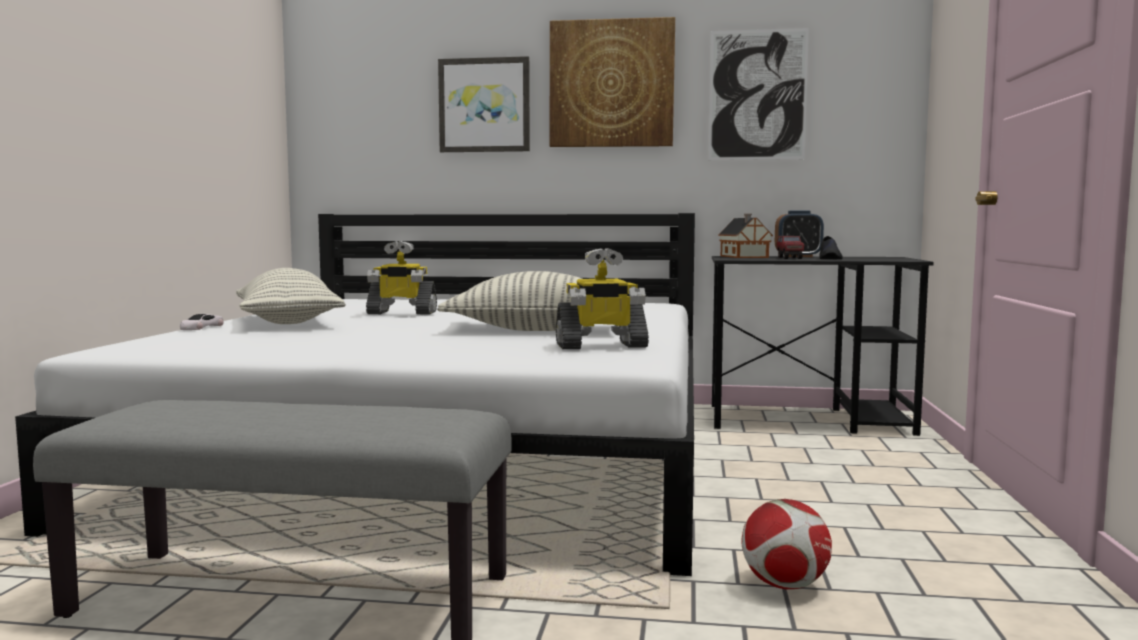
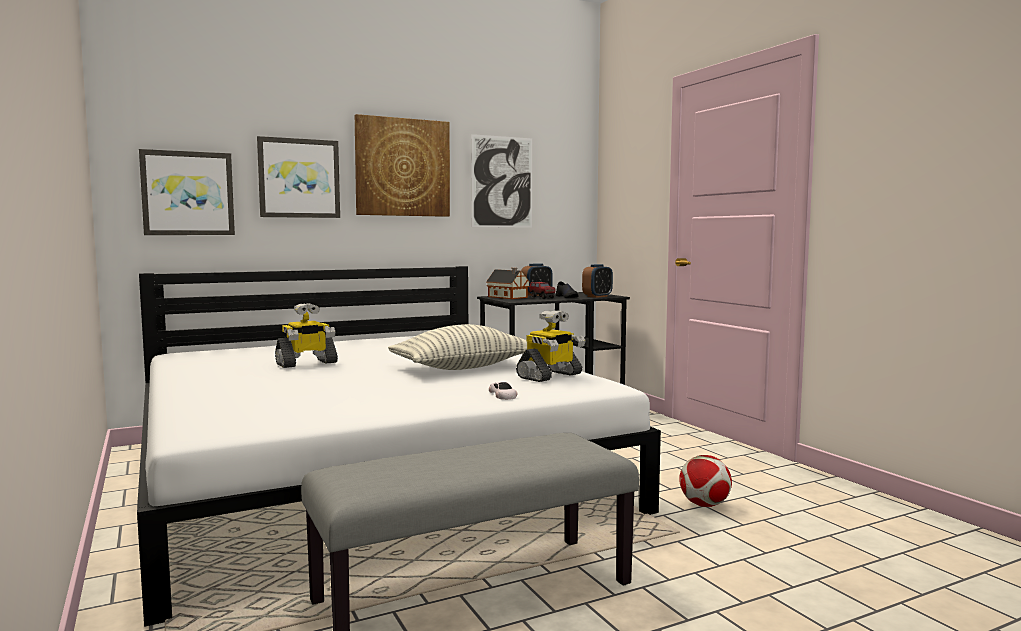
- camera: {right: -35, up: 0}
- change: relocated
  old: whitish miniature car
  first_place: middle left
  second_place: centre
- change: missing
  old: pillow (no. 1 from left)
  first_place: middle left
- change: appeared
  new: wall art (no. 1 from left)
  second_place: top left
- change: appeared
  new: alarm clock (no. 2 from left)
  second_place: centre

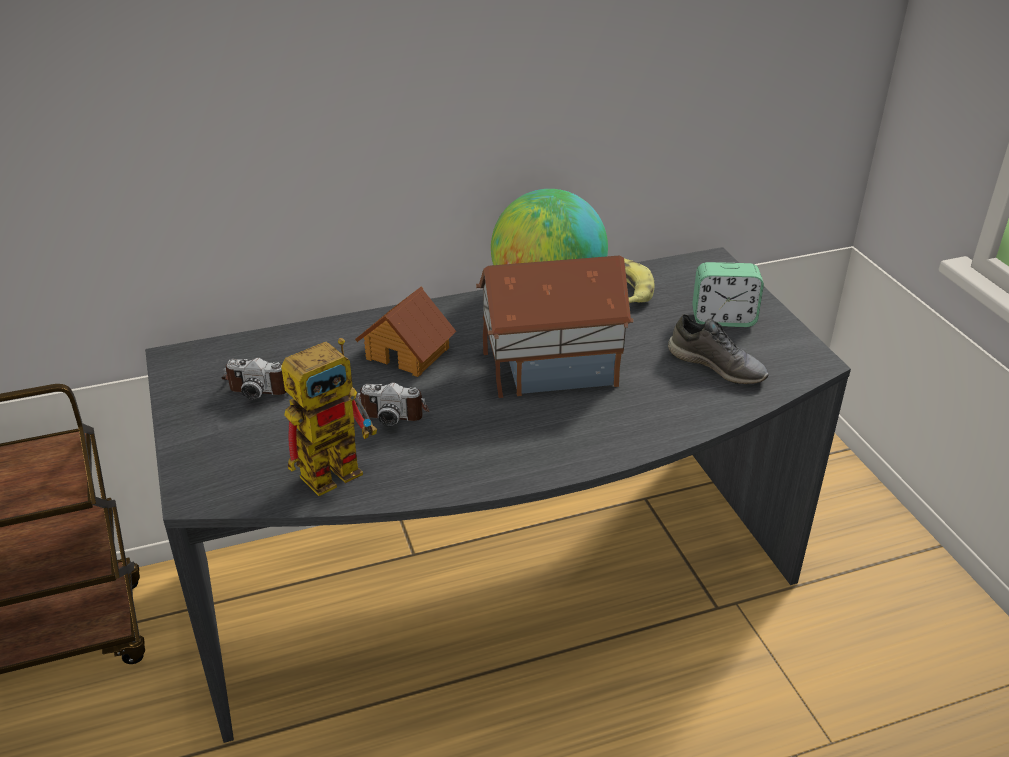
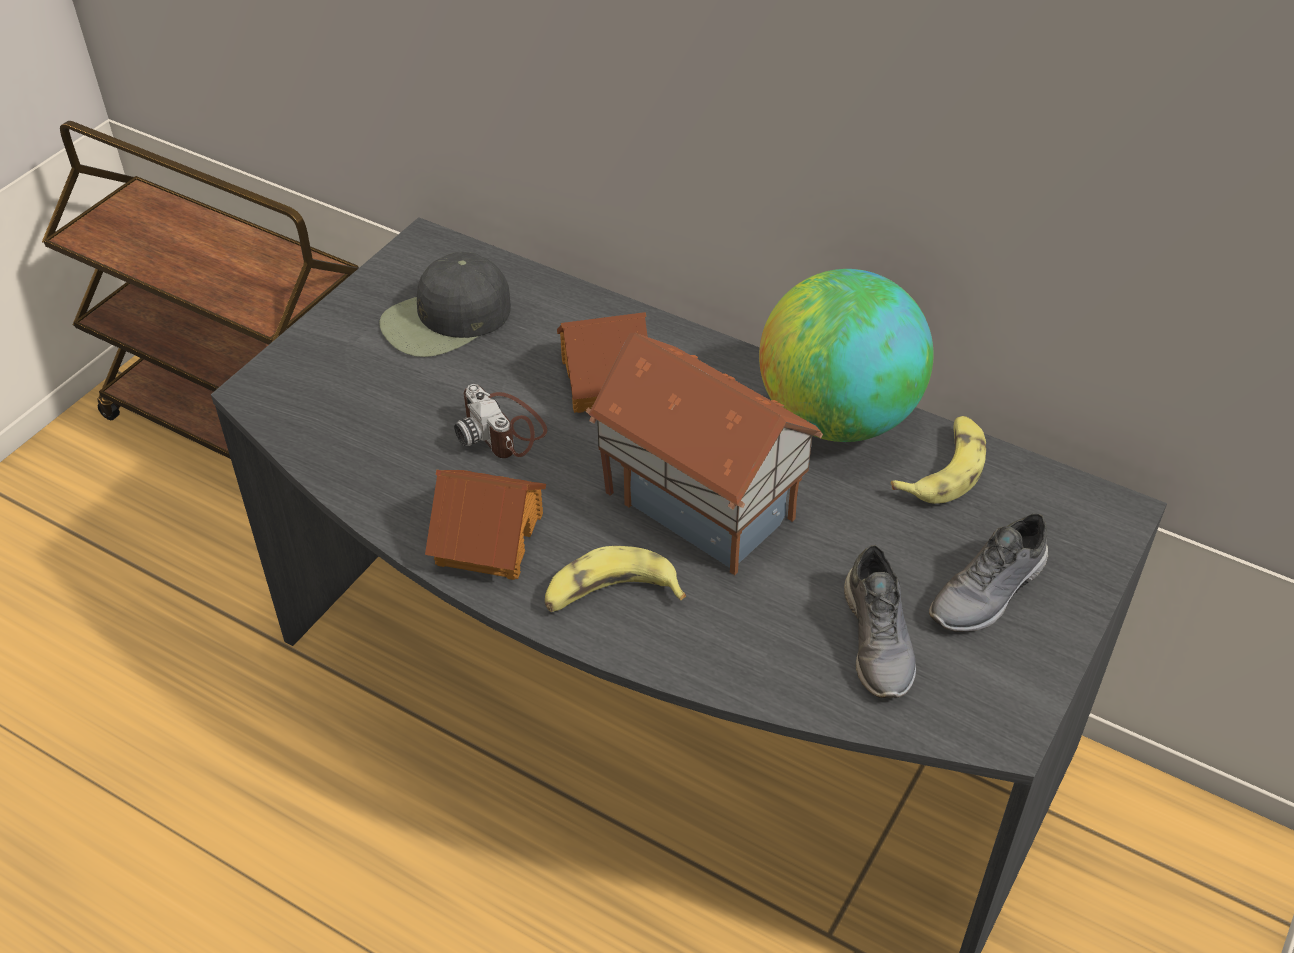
- camera: {right: 50, up: 10}
- change: exchanged
  old: photo camera (no. 1 from left)
  new: blackish baseball cap
  first_place: middle left
  second_place: top centre
- change: missing
  old: toy robot
  first_place: middle left
- change: exchanged
  old: alarm clock
  new: greyish shoe (no. 2 from left)
  first_place: middle right
  second_place: middle right
- change: appeared
  new: toy house (no. 1 from left)
  second_place: centre
- change: appeared
  new: whole banana (no. 1 from left)
  second_place: centre

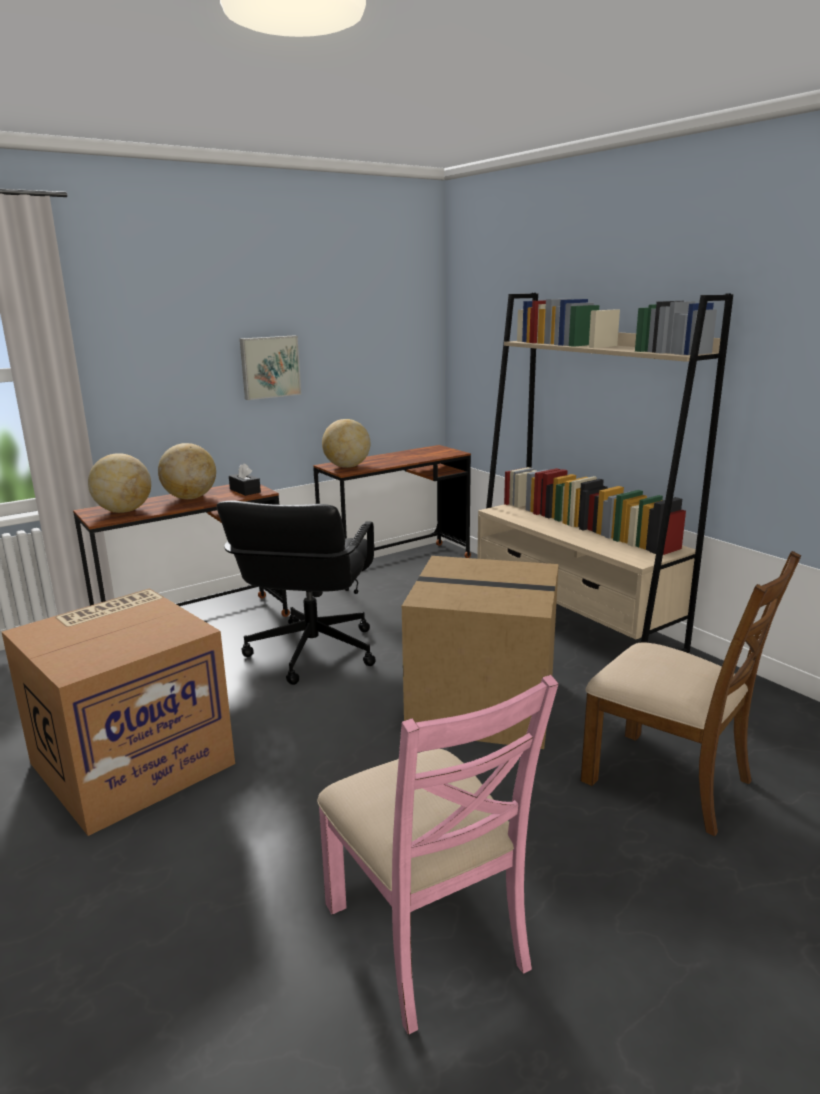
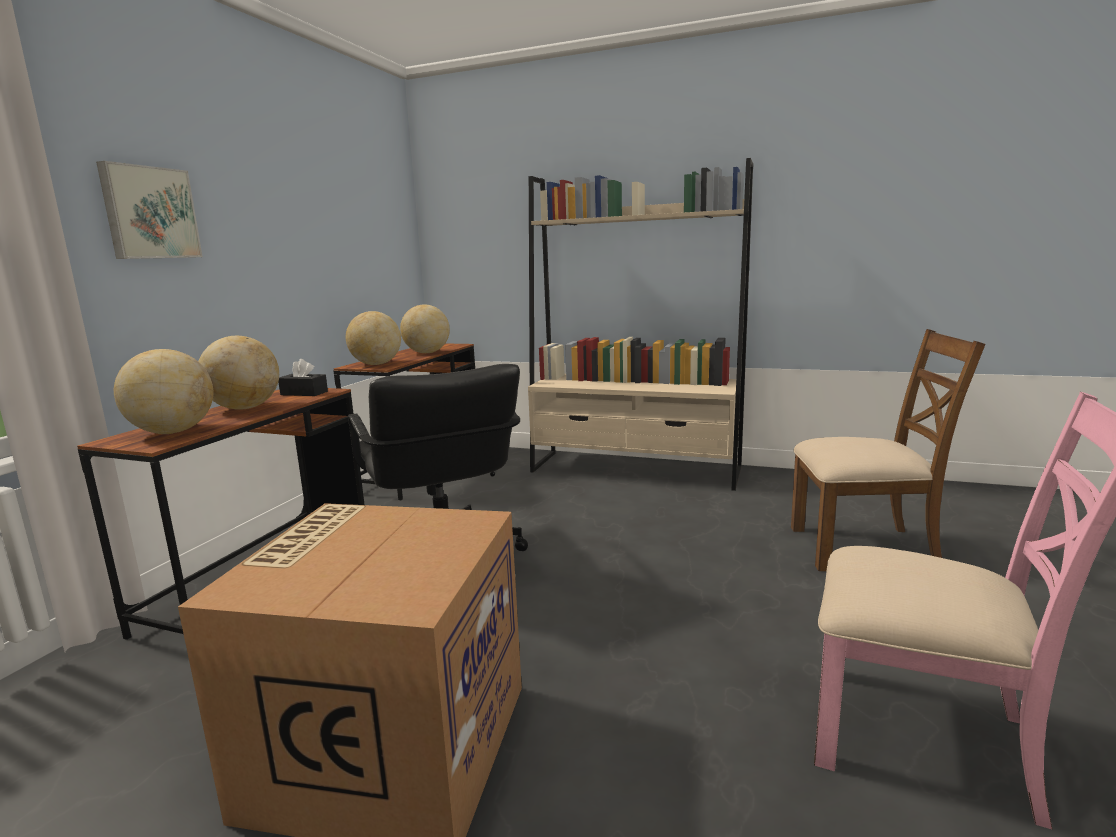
- camera: {right: -35, up: -5}
- change: relocated
  old: wall art
  first_place: middle left
  second_place: top left
- change: missing
  old: cardboard box (no. 2 from left)
  first_place: centre
- change: appeared
  new: world globe (no. 4 from left)
  second_place: centre

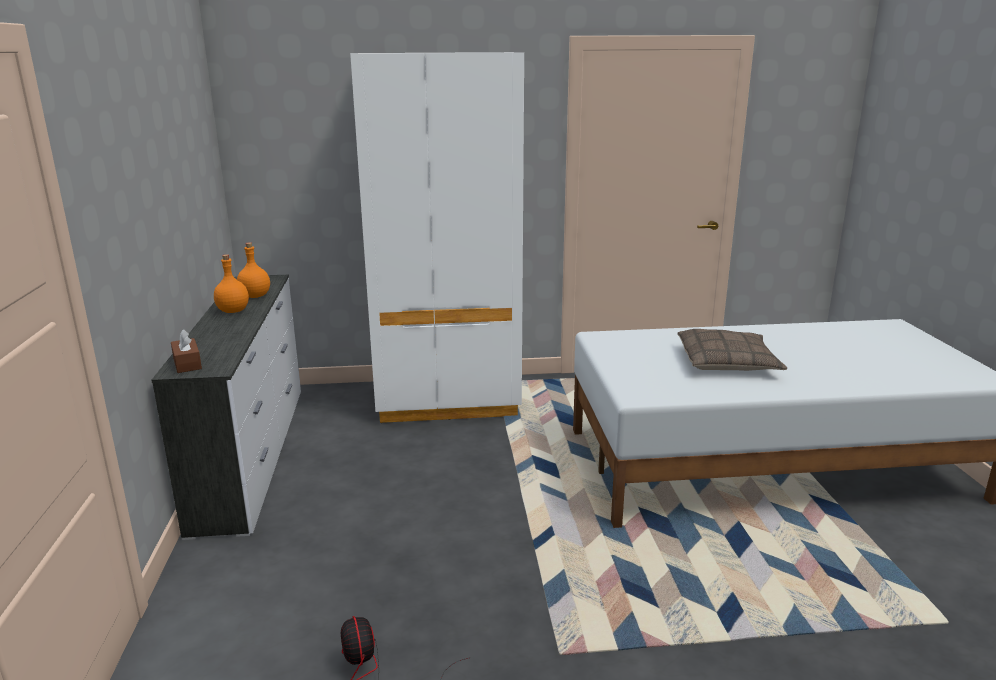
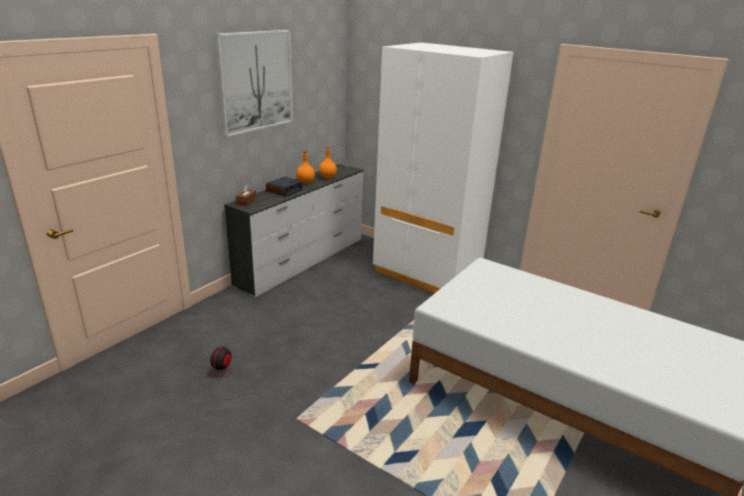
- camera: {right: 40, up: 5}
- change: missing
  old: pillow
  first_place: middle right
- change: appeared
  new: wall art
  second_place: top centre
- change: appeared
  new: alarm clock
  second_place: centre

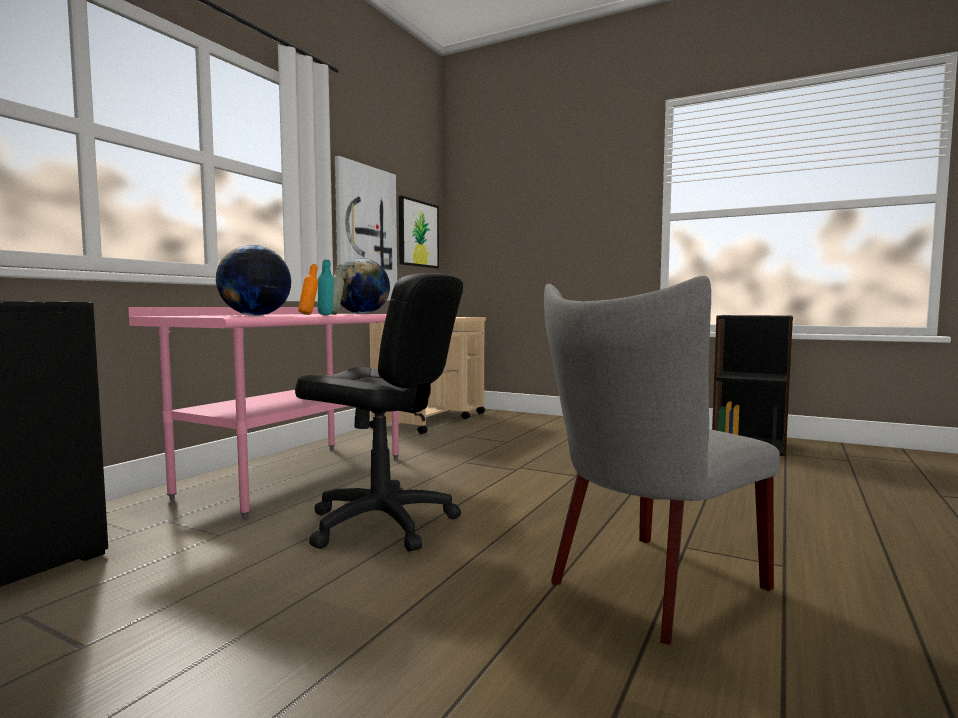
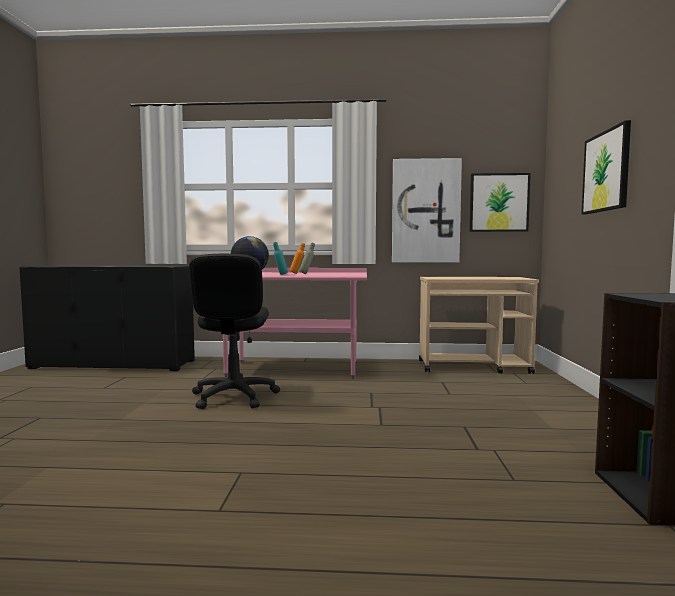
- camera: {right: 65, up: 0}
- change: missing
  old: world globe (no. 2 from left)
  first_place: centre
- change: missing
  old: greyish chair
  first_place: middle right
- change: appeared
  new: wall art (no. 3 from left)
  second_place: top right

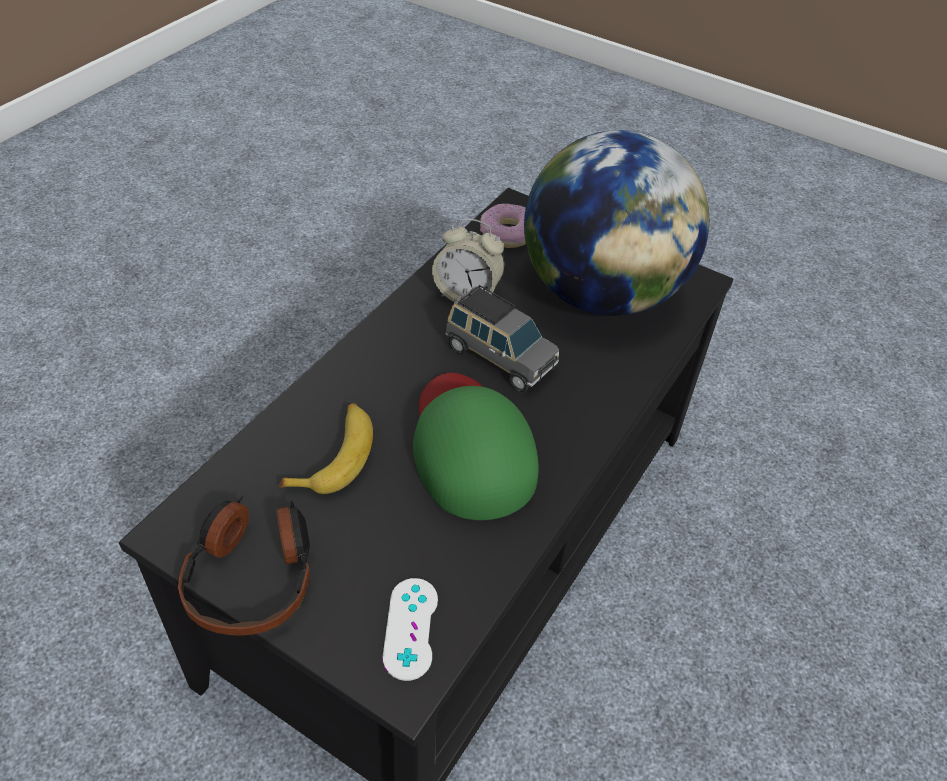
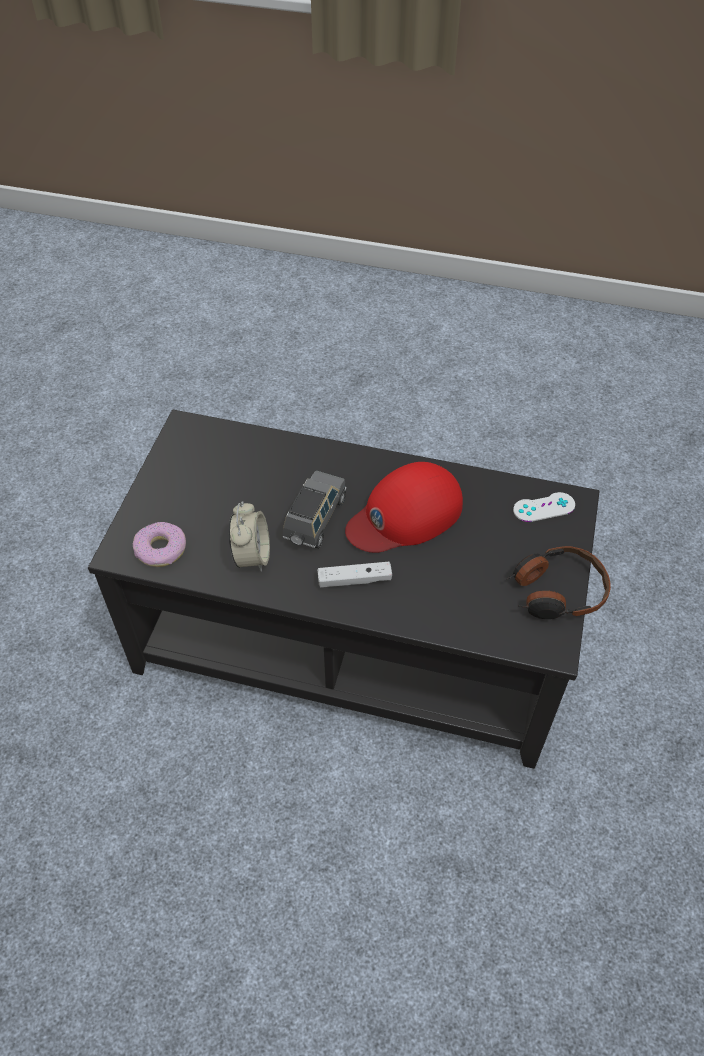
- camera: {right: -105, up: 5}
- change: missing
  old: whole banana
  first_place: centre
- change: colour
  old: green baseball cap
  new: red-coloured baseball cap
  first_place: centre
  second_place: centre
- change: missing
  old: world globe
  first_place: top centre
- change: appeared
  new: whitish joypad (no. 1 from left)
  second_place: centre

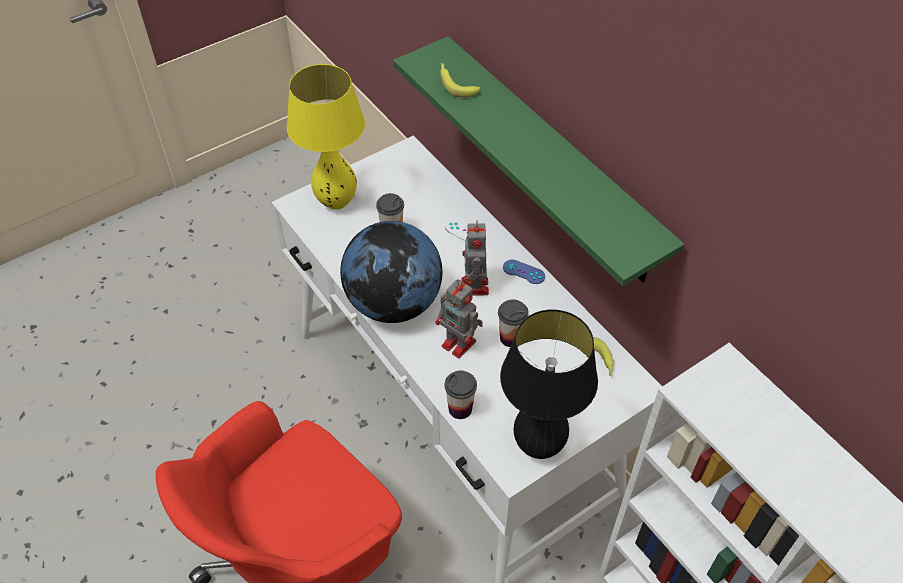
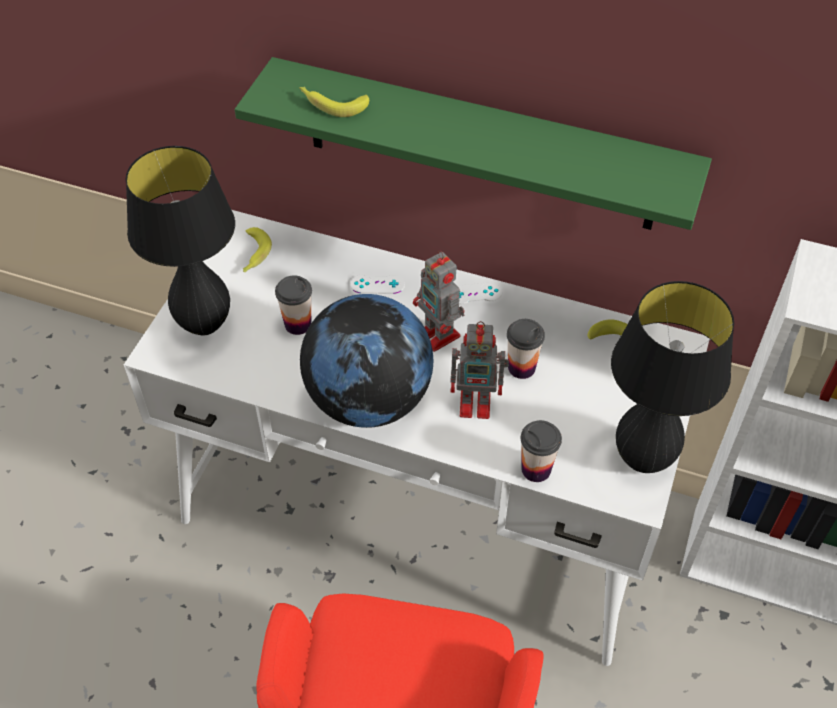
- camera: {right: -35, up: 0}
- change: colour
  old: yellowish lamp for a table
  new: blackish lamp for a table (no. 1 from left)
  first_place: top centre
  second_place: middle left
- change: colour
  old: bluish joypad
  new: whitish joypad (no. 2 from left)
  first_place: centre
  second_place: centre
- change: appeared
  new: whole banana (no. 1 from left)
  second_place: middle left

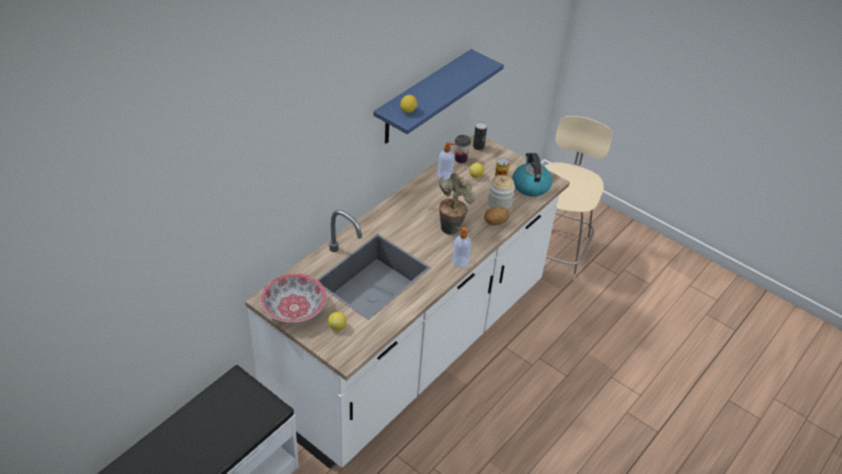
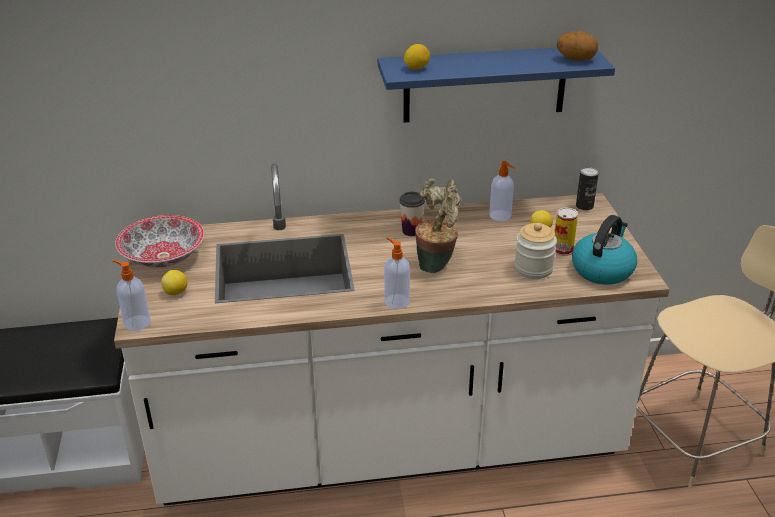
- camera: {right: 45, up: -10}
- change: relocated
  old: small cup
  first_place: top centre
  second_place: centre
- change: relocated
  old: potato
  first_place: centre
  second_place: top right
- change: appeared
  new: soap dispenser (no. 1 from left)
  second_place: middle left

